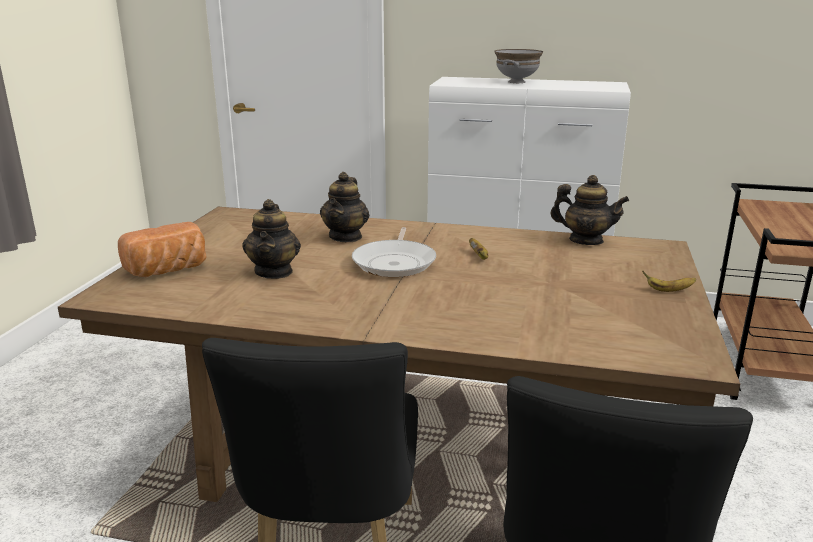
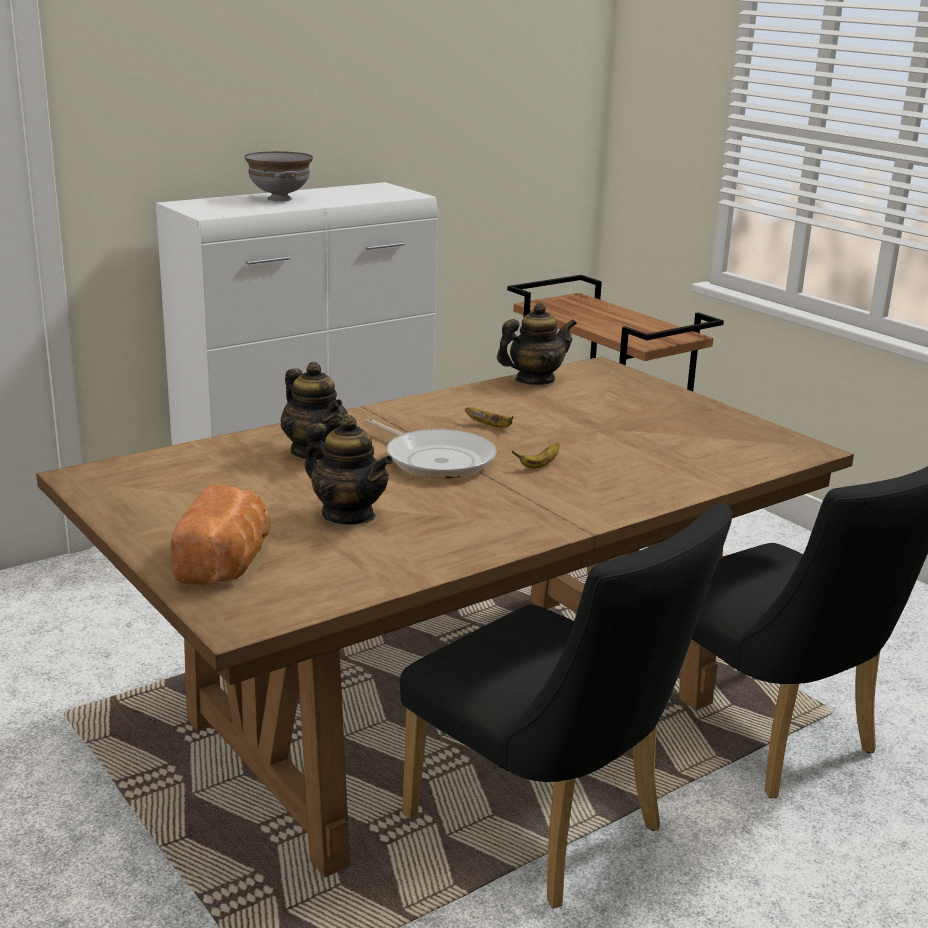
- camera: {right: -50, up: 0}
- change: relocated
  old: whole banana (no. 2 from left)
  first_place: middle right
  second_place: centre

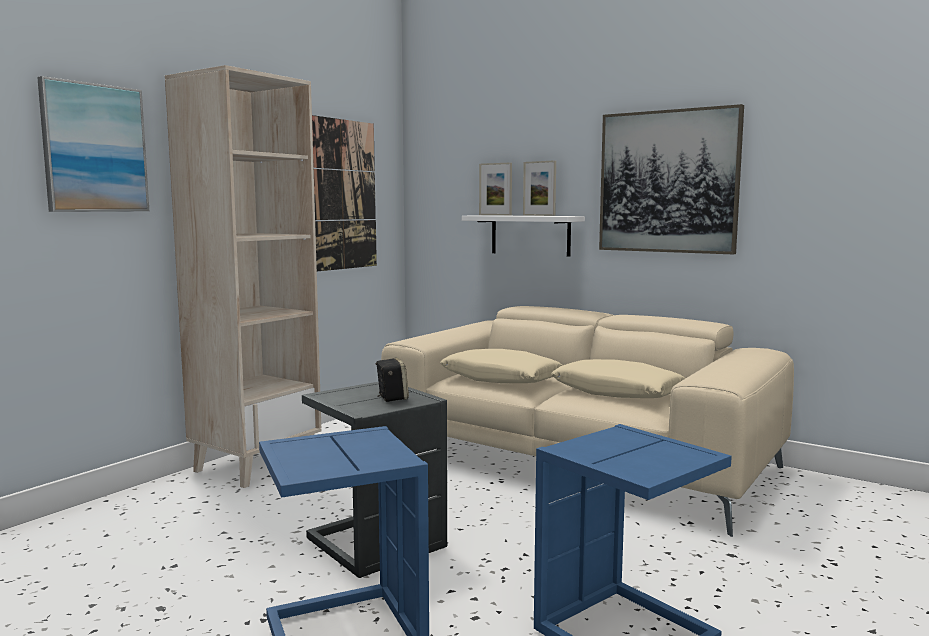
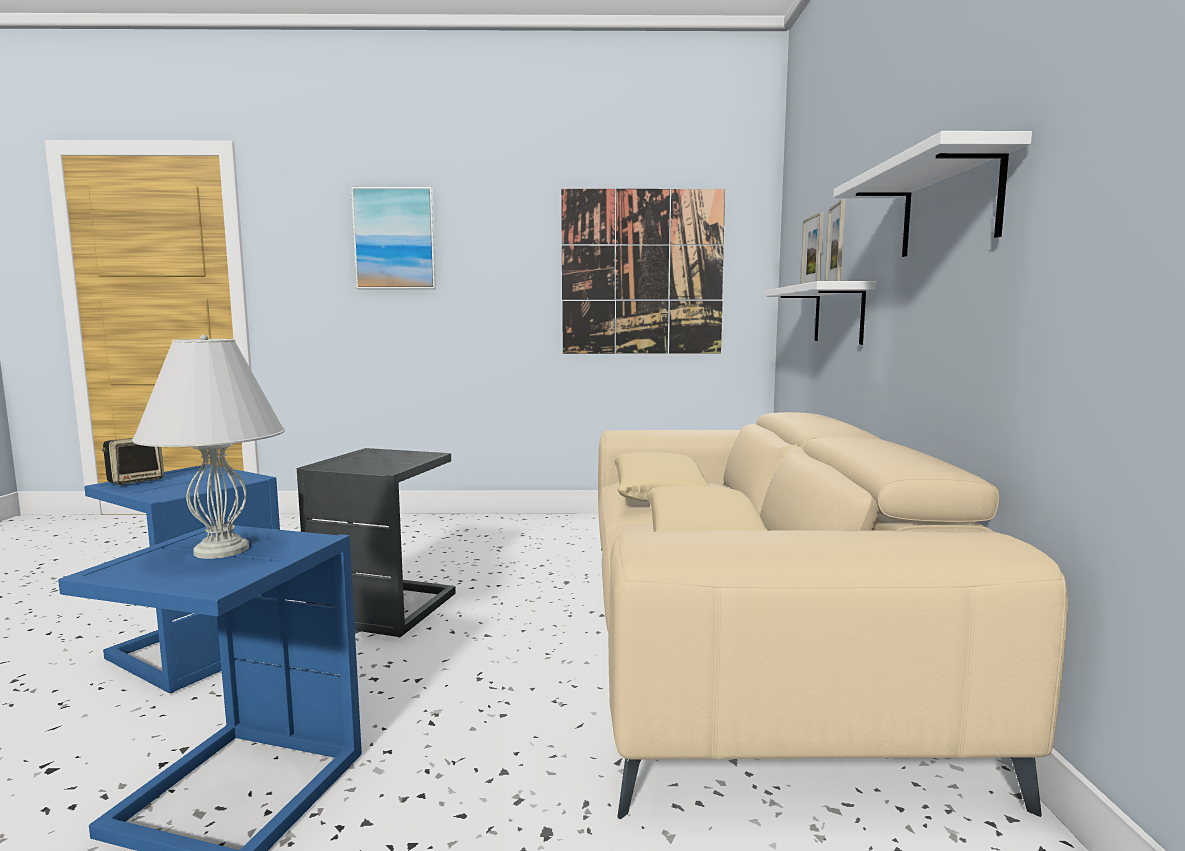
- camera: {right: 55, up: 0}
- change: missing
  old: sand-coloured bookshelf
  first_place: middle left
- change: relocated
  old: speaker
  first_place: centre
  second_place: middle left
- change: exchanged
  old: wall art (no. 3 from left)
  new: whitish wall shelf (no. 2 from left)
  first_place: top right
  second_place: top right
- change: appeared
  new: whitish lamp for a table
  second_place: middle left

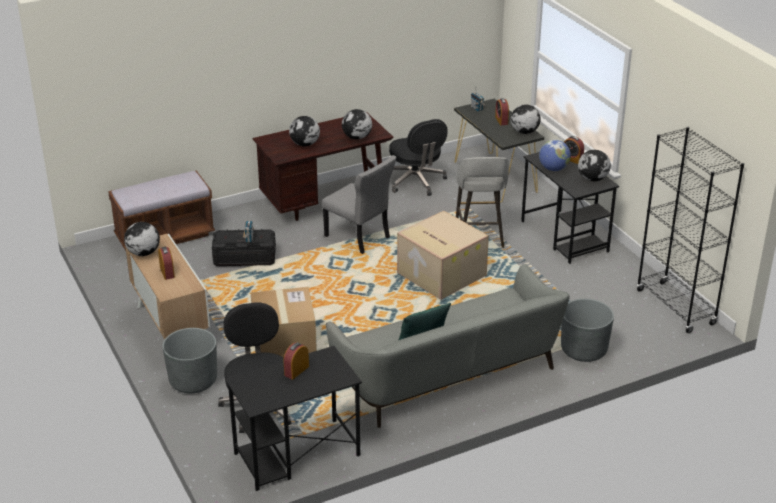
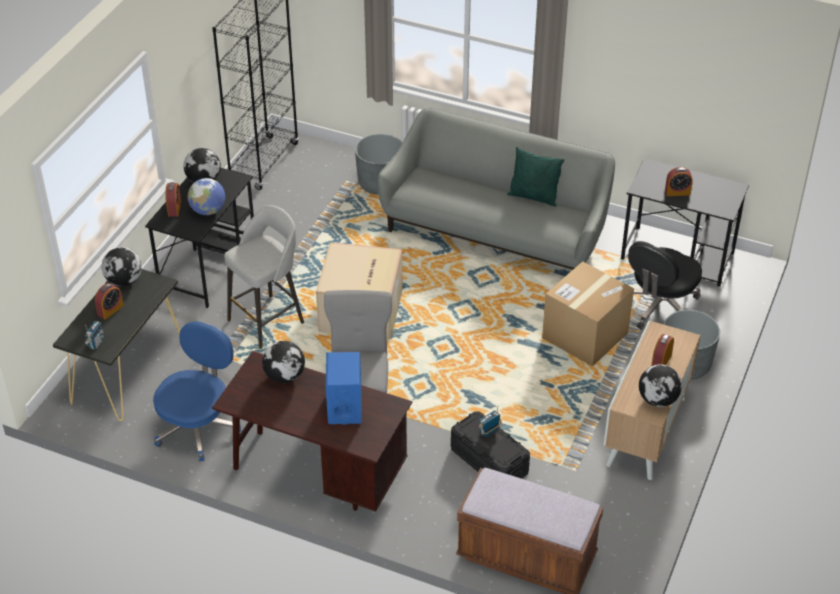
- camera: {right: -130, up: 10}
- change: exchanged
  old: world globe (no. 2 from left)
  new: bluish speaker
  first_place: top centre
  second_place: centre
- change: colour
  old: blackish office chair (no. 2 from left)
  new: bluish office chair
  first_place: top centre
  second_place: middle left

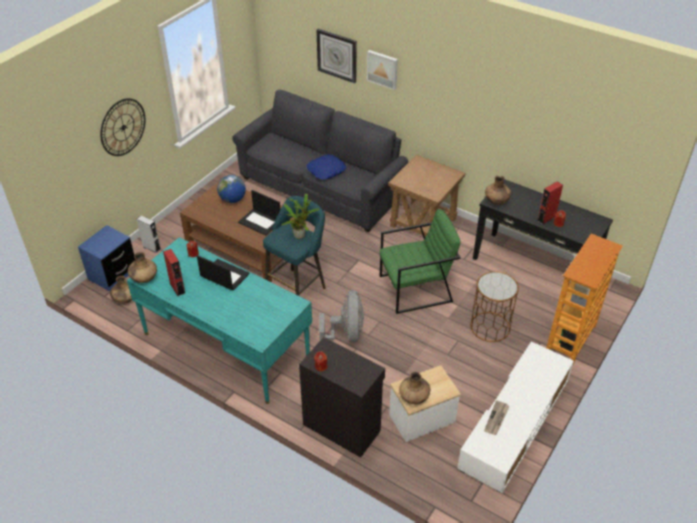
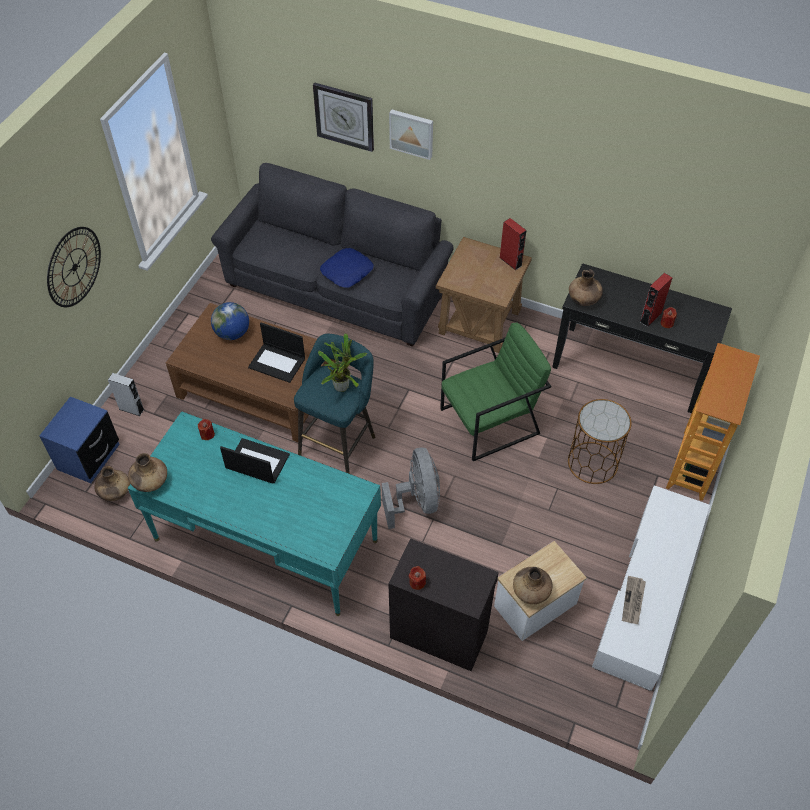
- camera: {right: -10, up: 10}
- change: relocated
  old: red-coloured speaker (no. 1 from left)
  first_place: middle left
  second_place: top centre

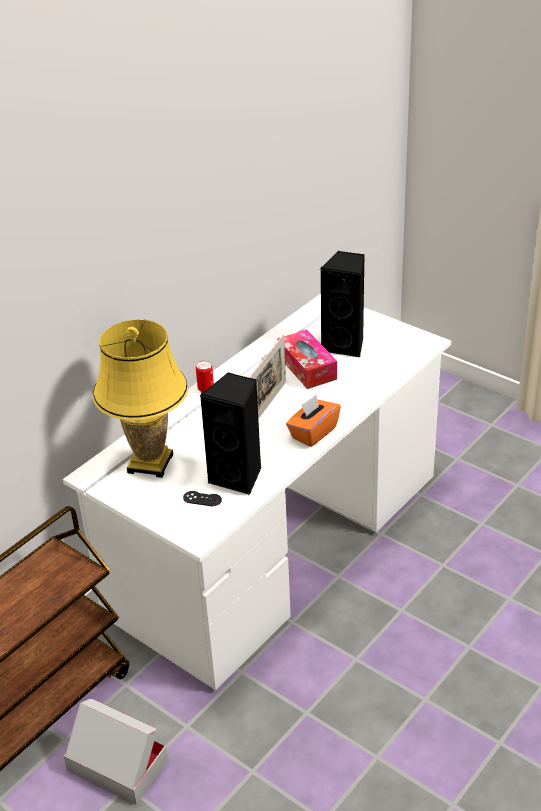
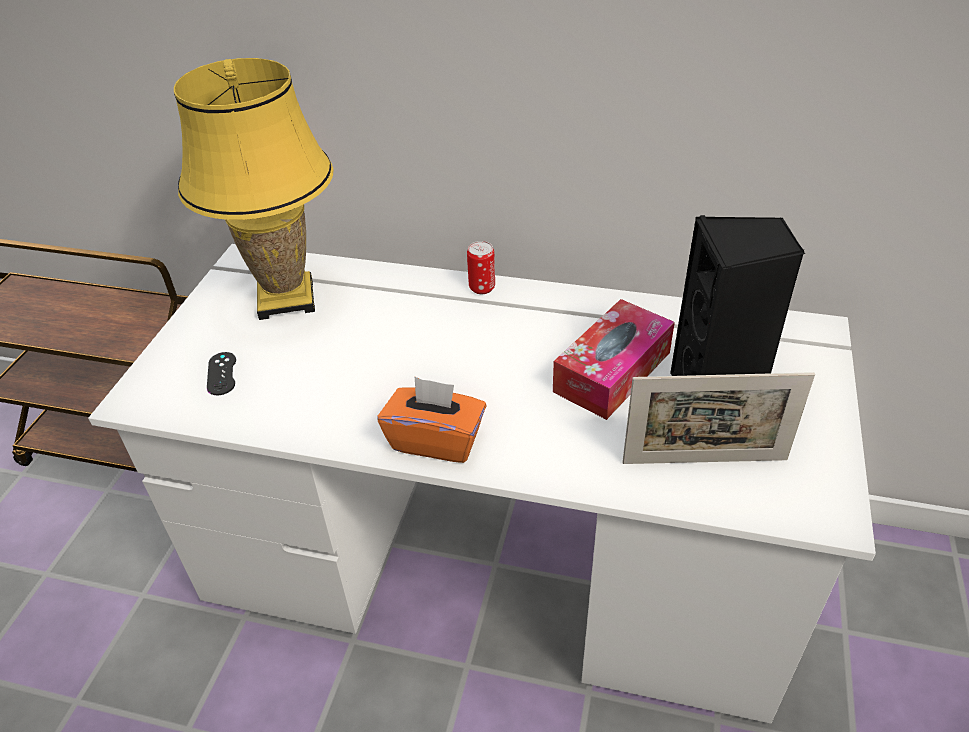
- camera: {right: 65, up: 5}
- change: missing
  old: cardboard box
  first_place: bottom left
- change: missing
  old: blackish speaker (no. 1 from left)
  first_place: centre
- change: relocated
  old: standing frame
  first_place: centre
  second_place: middle right

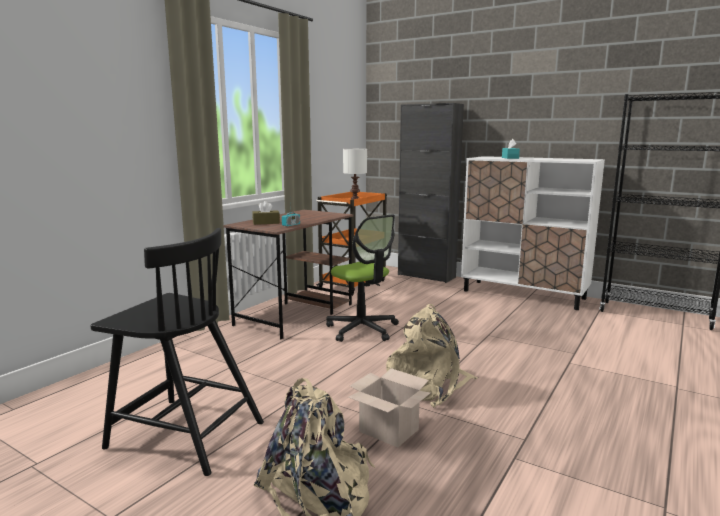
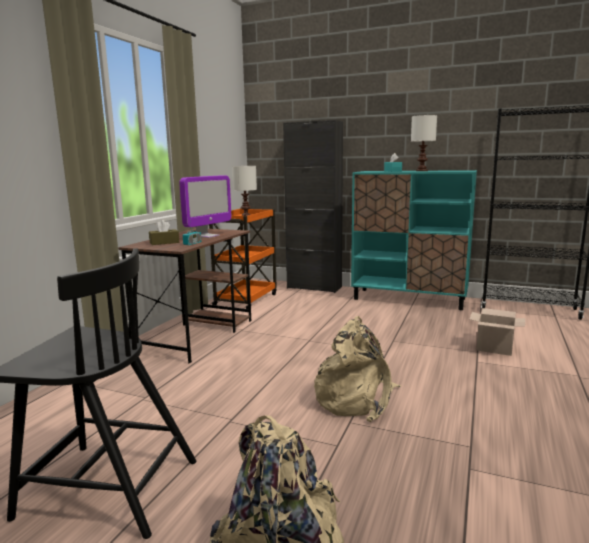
- camera: {right: -10, up: 0}
- change: missing
  old: office chair
  first_place: centre
- change: relocated
  old: cardboard box
  first_place: bottom centre
  second_place: middle right
- change: colour
  old: whitish storage cabinet
  new: blue-green storage cabinet
  first_place: middle right
  second_place: middle right
- change: appeared
  new: computer screen
  second_place: centre
- change: appeared
  new: whitish lamp for a table (no. 2 from left)
  second_place: top right

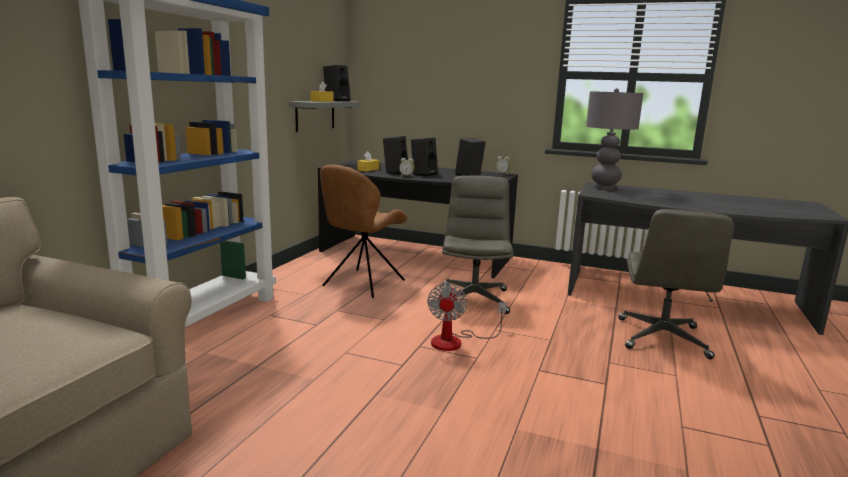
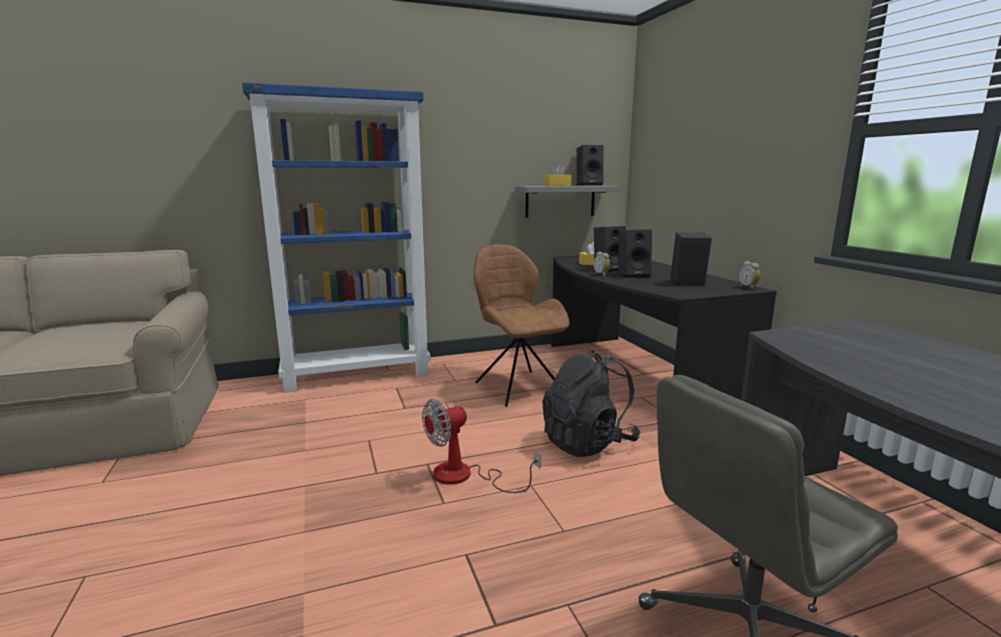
- camera: {right: 50, up: 0}
- change: spun
  old: brownish chair
  first_place: centre
  second_place: centre
  degrees: 75
- change: exchanged
  old: greyish office chair (no. 1 from left)
  new: blackish backpack
  first_place: centre
  second_place: centre
- change: missing
  old: greyish lamp for a table
  first_place: top right

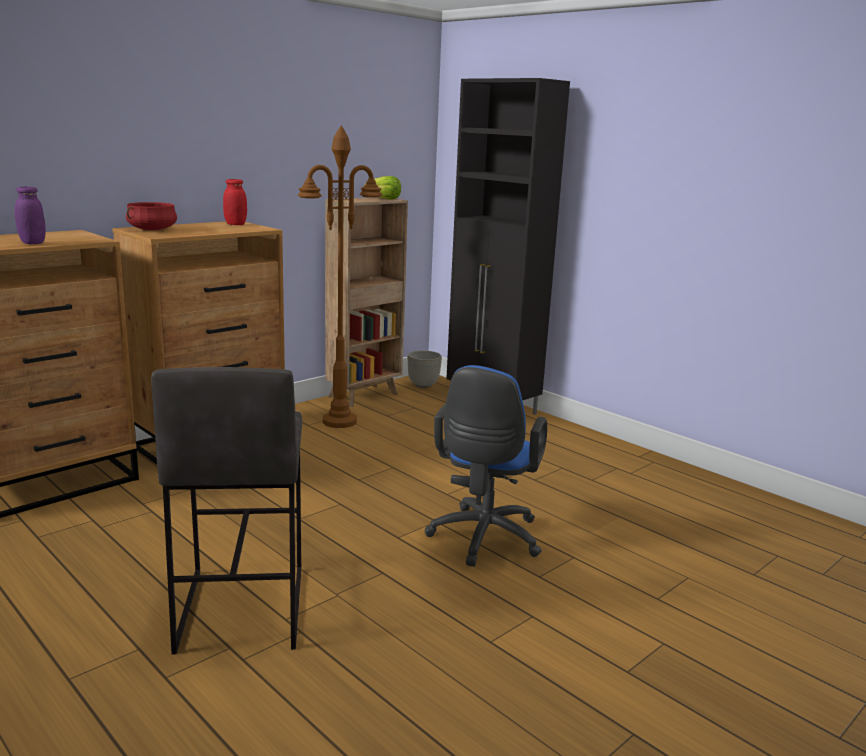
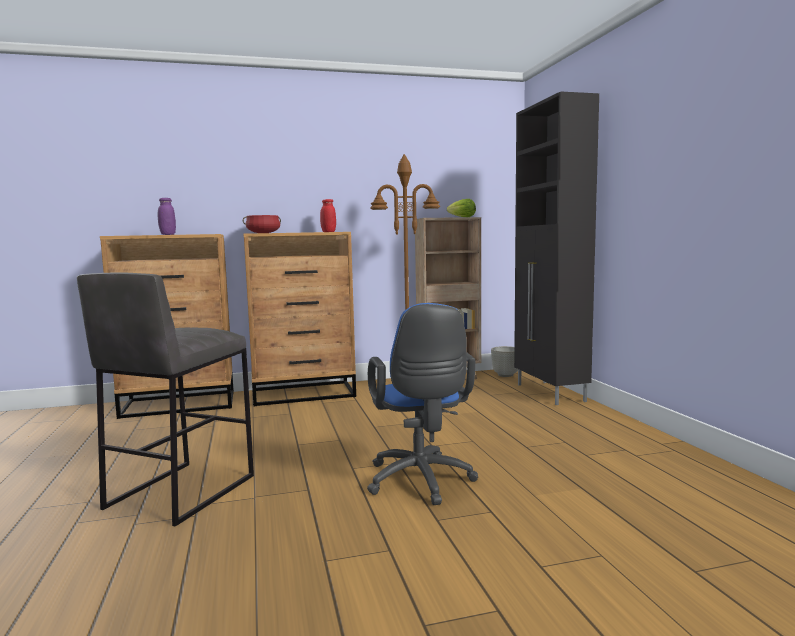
- camera: {right: 30, up: -10}
- change: spun
  old: bluish office chair
  first_place: centre
  second_place: centre
  degrees: -60

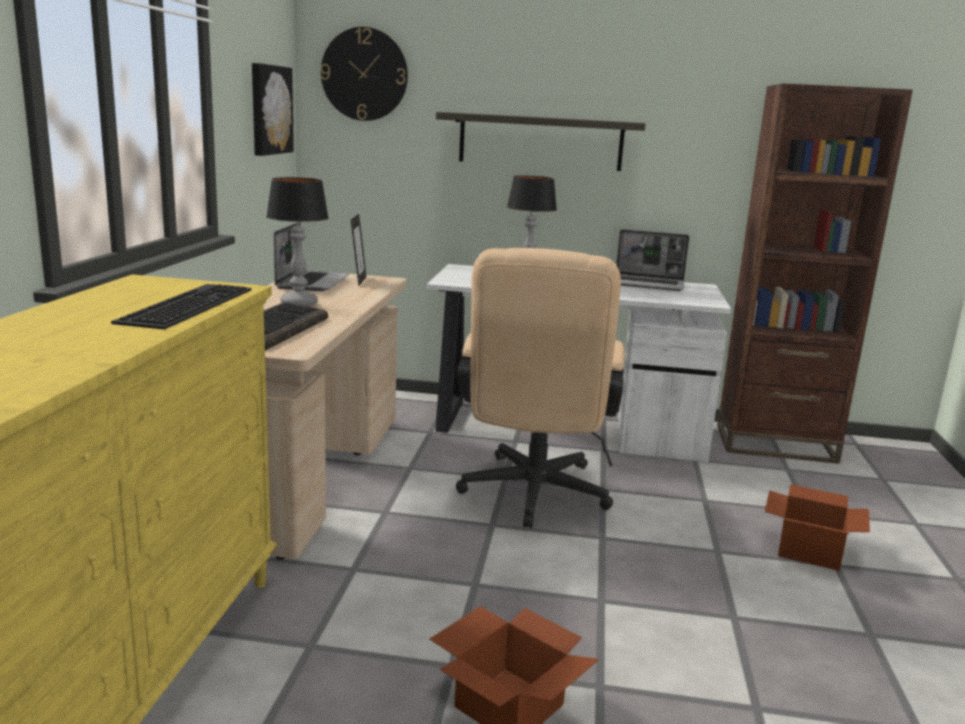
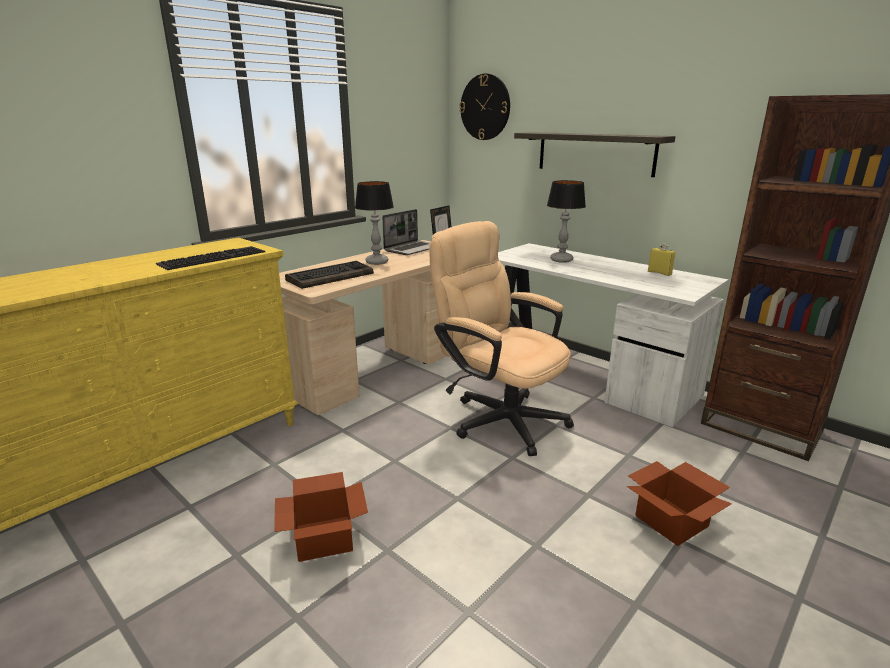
- camera: {right: 35, up: 5}
- change: missing
  old: wall art
  first_place: top left
- change: spun
  old: sand-coloured office chair
  first_place: centre
  second_place: centre
  degrees: 90
- change: exchanged
  old: laptop (no. 2 from left)
  new: yellowish drink bottle
  first_place: middle right
  second_place: middle right

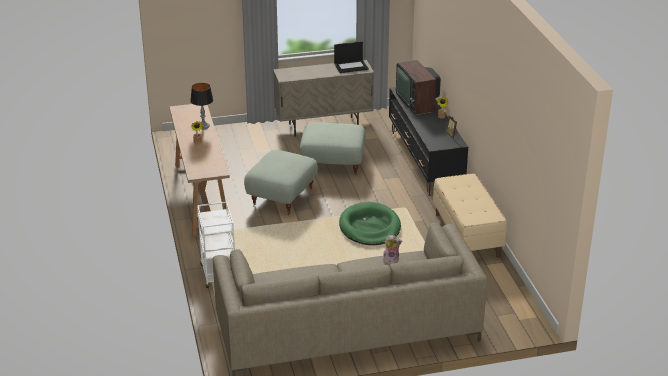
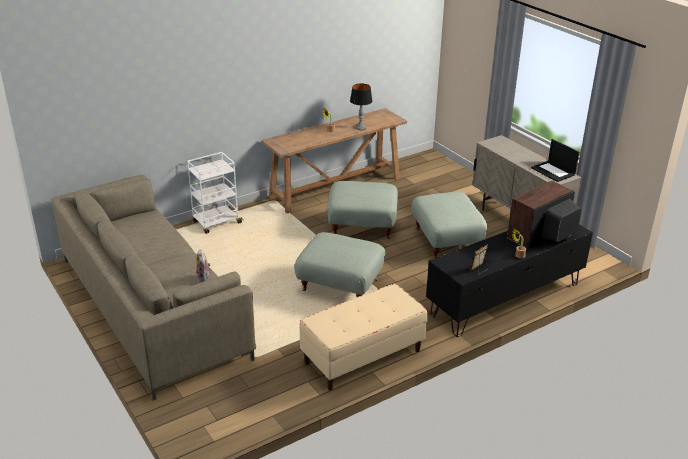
- camera: {right: 70, up: 0}
- change: exchanged
  old: green dog bed
  new: greyish pouffe (no. 1 from left)
  first_place: centre
  second_place: centre

